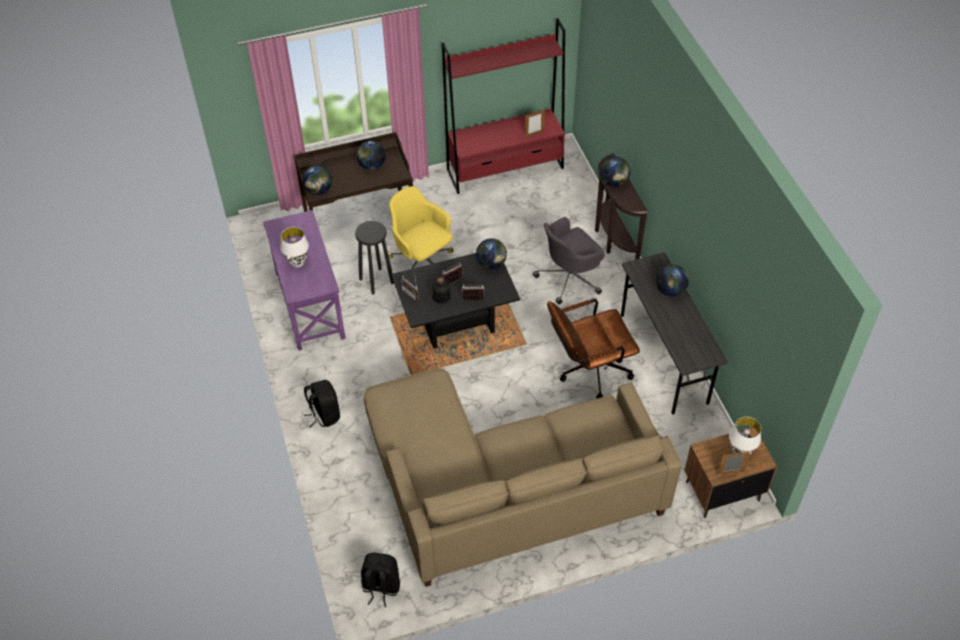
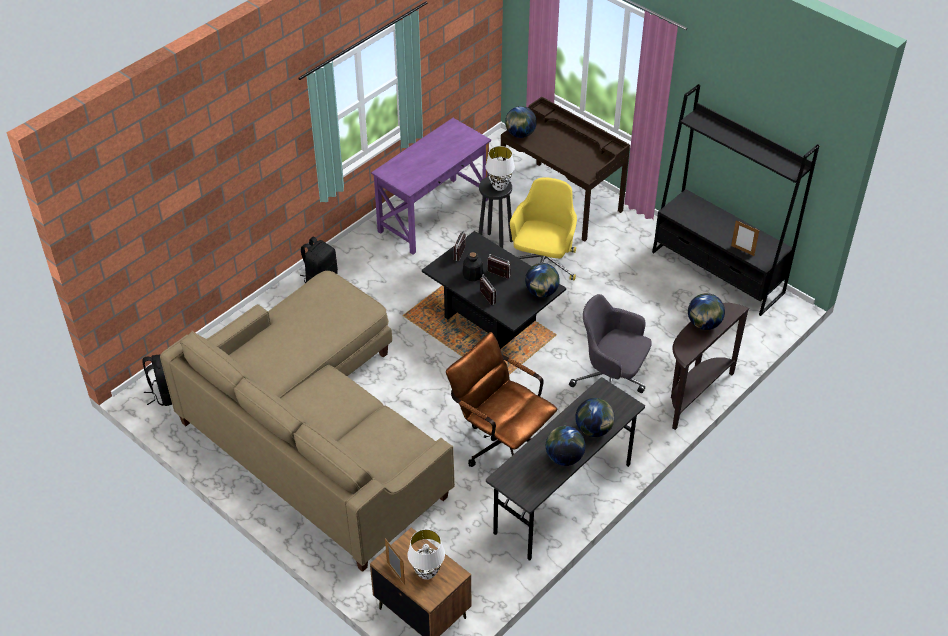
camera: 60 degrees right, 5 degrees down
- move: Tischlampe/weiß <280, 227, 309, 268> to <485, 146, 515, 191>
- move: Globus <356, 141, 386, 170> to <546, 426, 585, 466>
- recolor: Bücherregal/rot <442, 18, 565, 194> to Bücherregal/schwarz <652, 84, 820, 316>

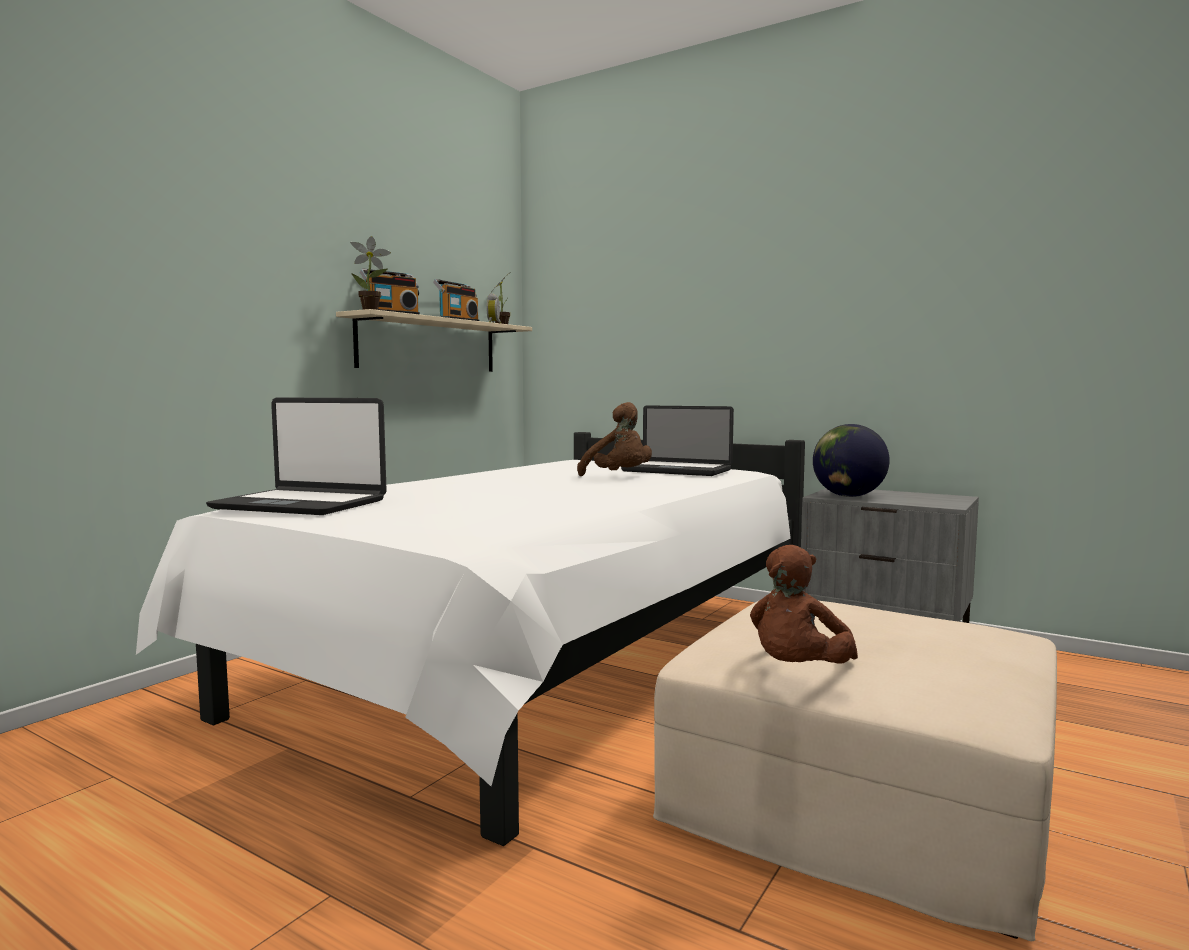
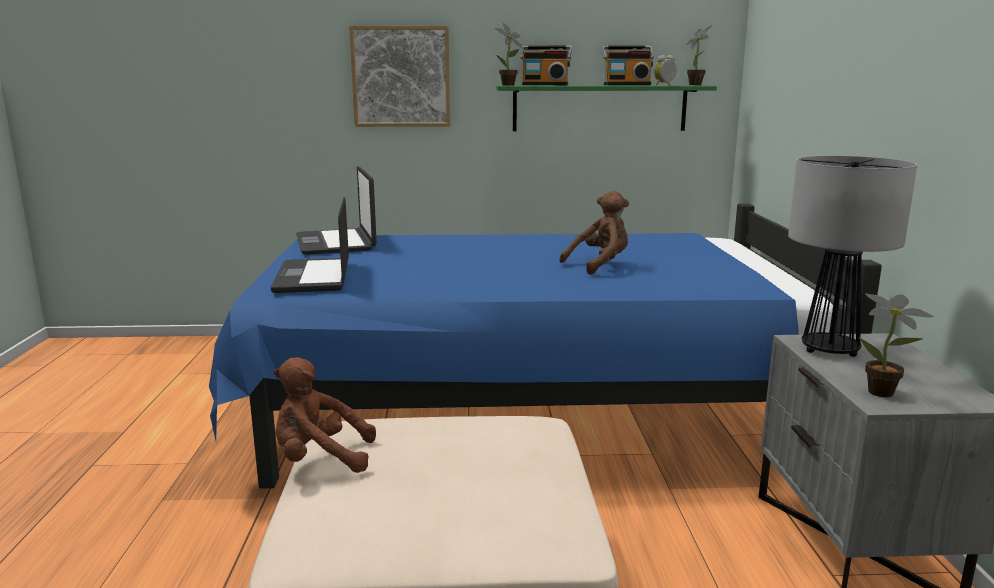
camera: 55 degrees right, 10 degrees up
- recolor: Bett/weiß <136, 432, 805, 846> to Bett/blau <209, 204, 882, 489>
- move: Laptop <621, 405, 734, 476> to <271, 197, 349, 293>
- insert: Bild <349, 25, 450, 127>
- recolor: Wandregal/beige <336, 309, 532, 372> to Wandregal/grün <496, 85, 717, 131>
- rotate: Plüschtier/braun <577, 402, 652, 476> = <559, 191, 629, 275> 135 degrees counterclockwise
- replace: Globus <813, 424, 890, 497> to Tischlampe <788, 156, 918, 357>
- insert: Topfpflanze <859, 294, 934, 397>

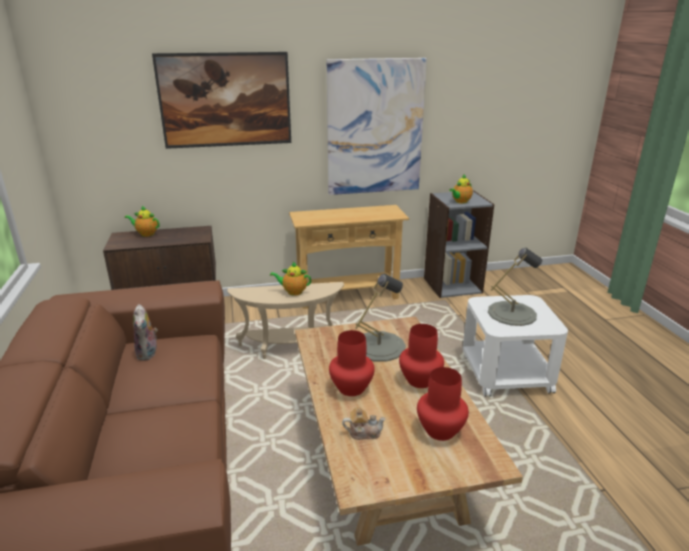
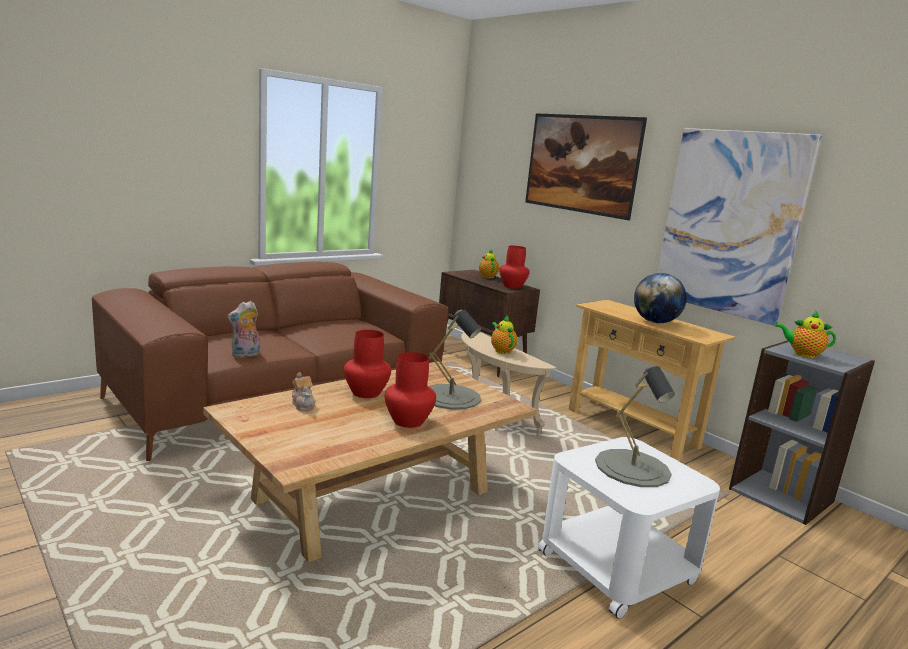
camera: 60 degrees right, 10 degrees down
- move: Plüschtier <133, 304, 158, 361> to <227, 301, 260, 358>
- move: Vase/rot <417, 367, 469, 441> to <499, 246, 529, 289>
- insert: Globus <634, 273, 687, 323>

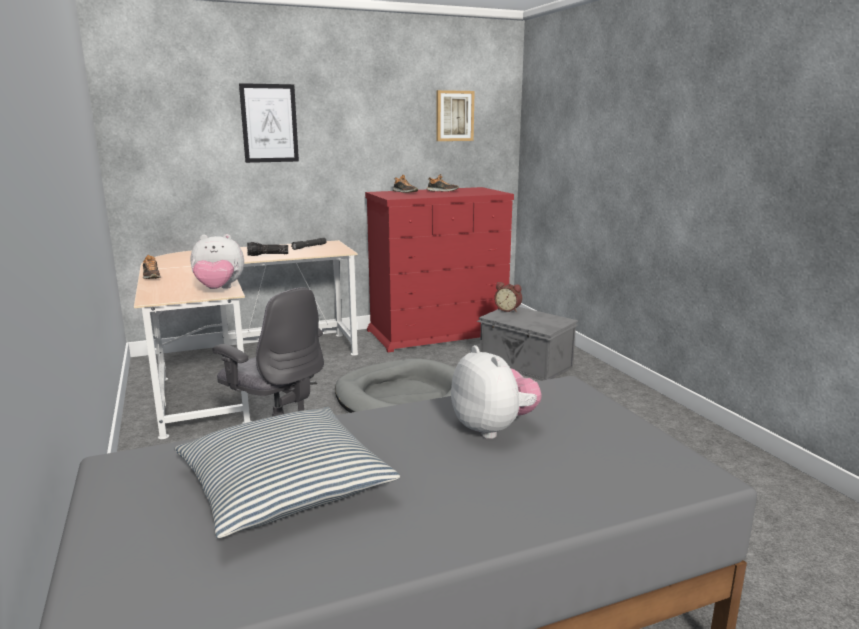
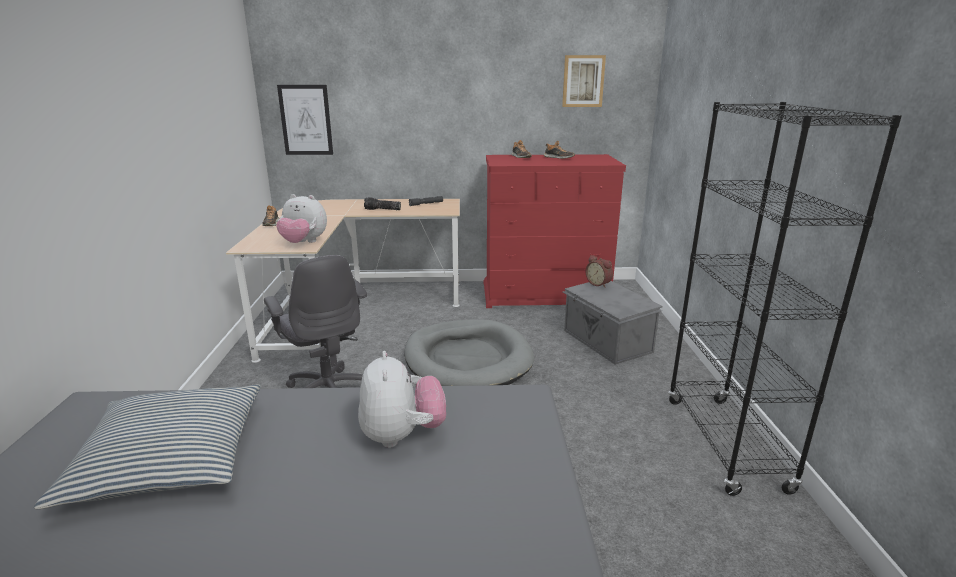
camera: 20 degrees right, 5 degrees up
- move: Bild <239, 83, 299, 163> to <277, 85, 333, 155>
- insert: Bücherregal/schwarz <668, 102, 902, 496>

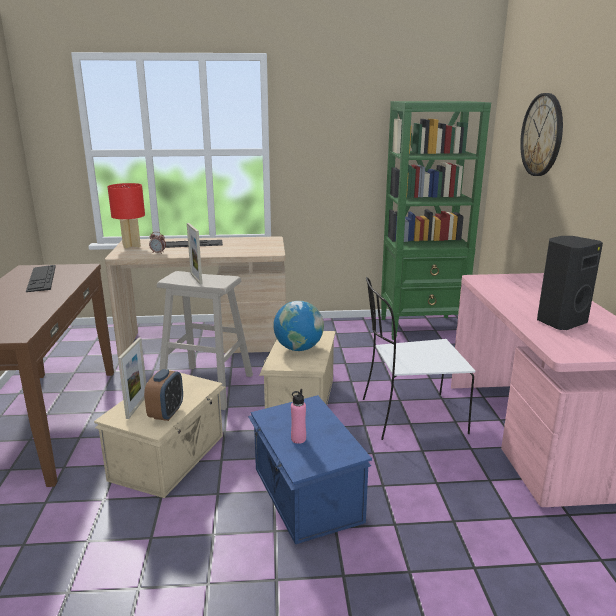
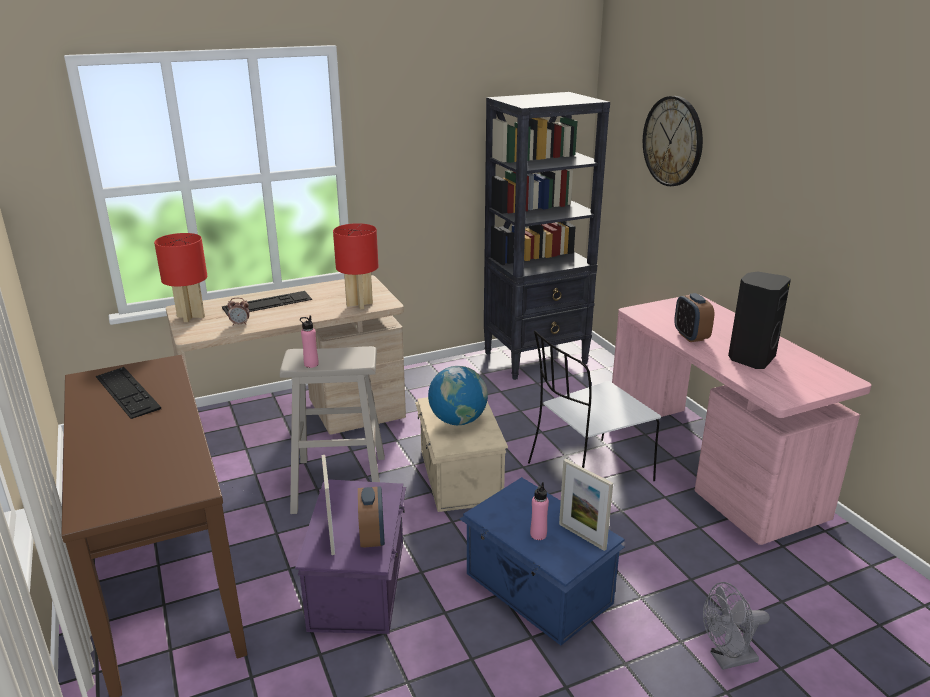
camera: 20 degrees left, 5 degrees up
- recolor: Aufbewahrungsbox/beige <94, 369, 225, 498> to Aufbewahrungsbox/lila <295, 479, 406, 634>
- insert: Flasche/rosa <300, 315, 318, 368>
- insert: Tischlampe/rot <333, 223, 378, 310>
- recolor: Bücherregal/grün <381, 101, 491, 340> to Bücherregal/schwarz <484, 92, 610, 380>
- move: Bilderrahmen <187, 223, 202, 284> to <559, 459, 613, 551>
- insert: Wecker <674, 293, 714, 342>
- insert: Ventilator/grau <703, 582, 770, 670>

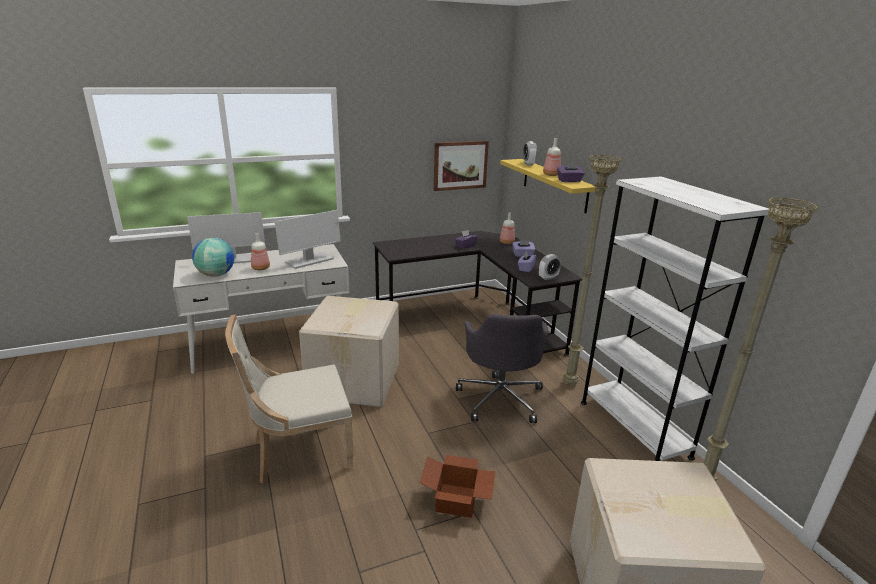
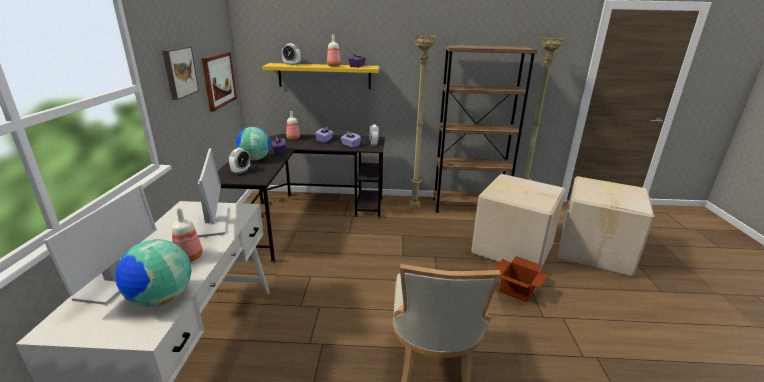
camera: 65 degrees left, 0 degrees up
- insert: Bild <162, 46, 199, 100>
- insert: Wecker <229, 148, 250, 174>
- insert: Globus <236, 127, 271, 160>
- recolor: Bücherregal/weiß <581, 176, 769, 461> to Bücherregal/braun <433, 45, 537, 213>
- move: Karton <299, 296, 399, 407> to <471, 174, 566, 272>
- delete: Bürostuhl/grau <456, 314, 549, 423>

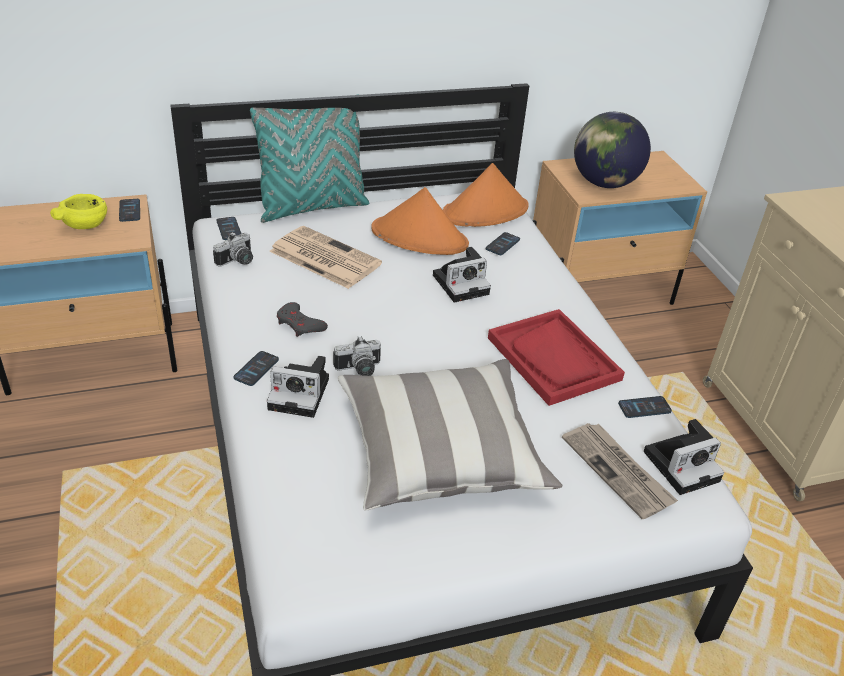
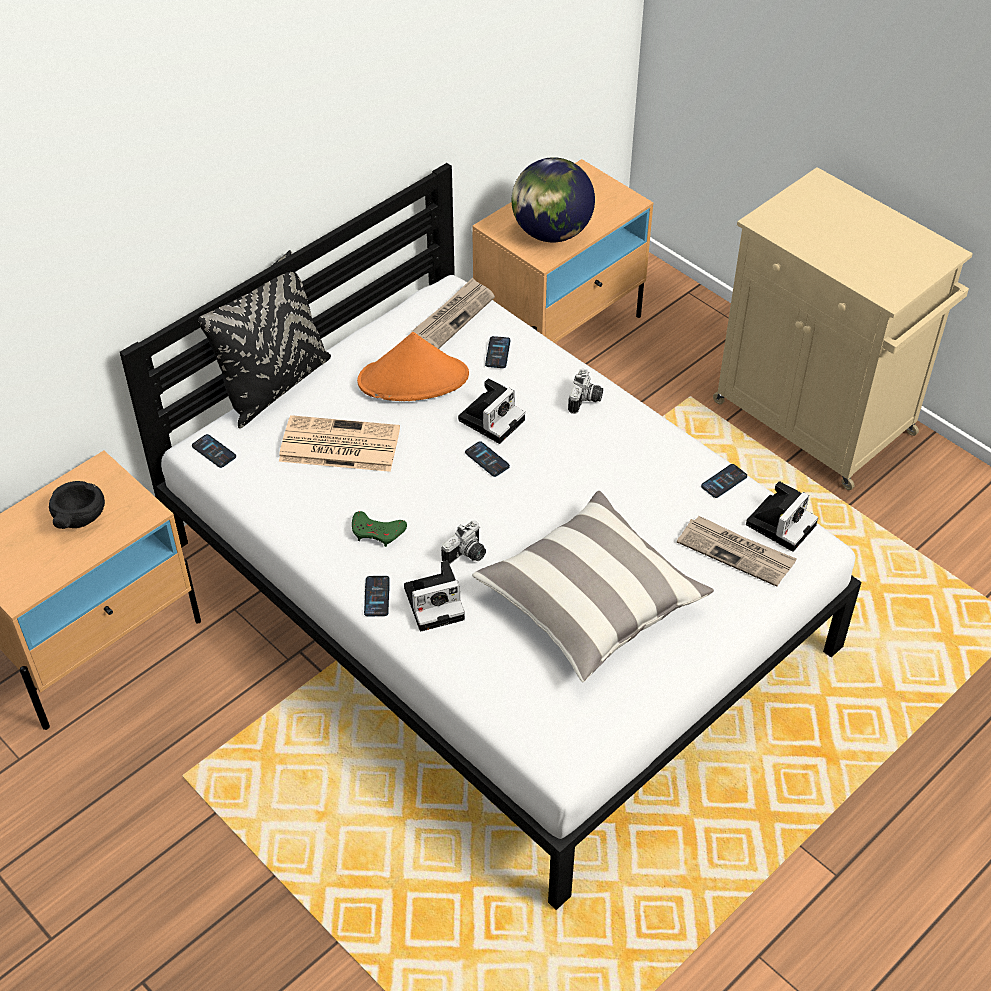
camera: 25 degrees left, 10 degrees up
- recolor: Schüssel/gelb <50, 194, 107, 229> to Schüssel/schwarz <49, 481, 105, 529>
- recolor: Kissen/türkis <250, 94, 369, 223> to Kissen/schwarz <198, 250, 331, 428>
- recolor: Gamepad/grau <277, 302, 328, 337> to Gamepad/grün <352, 511, 407, 547>
- replace: Hut/orange <443, 163, 529, 227> to Zeitung <412, 278, 495, 349>
- move: Handy <119, 199, 140, 222> to <465, 442, 510, 477>
- move: Kamera <213, 232, 253, 267> to <568, 369, 603, 414>
- delete: Tablett/rot <488, 309, 625, 406>

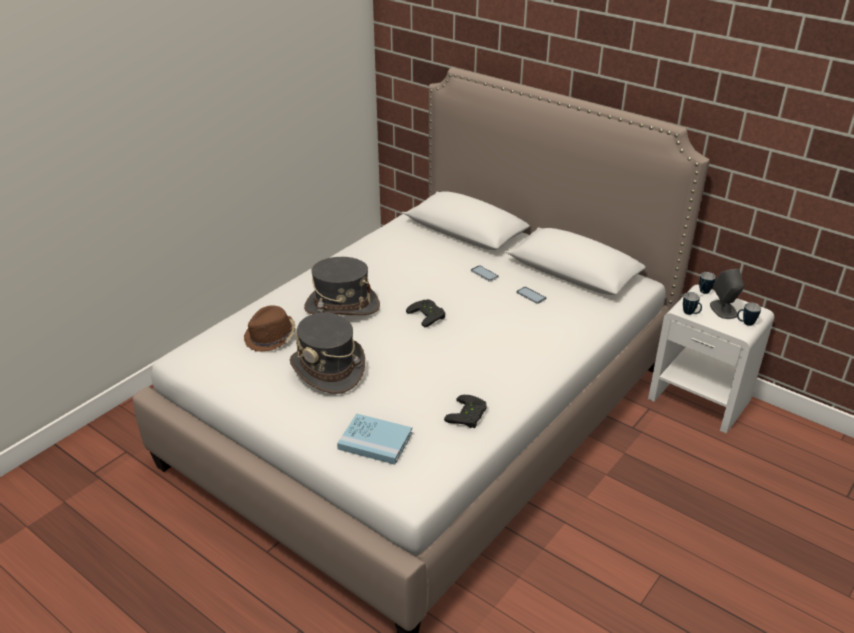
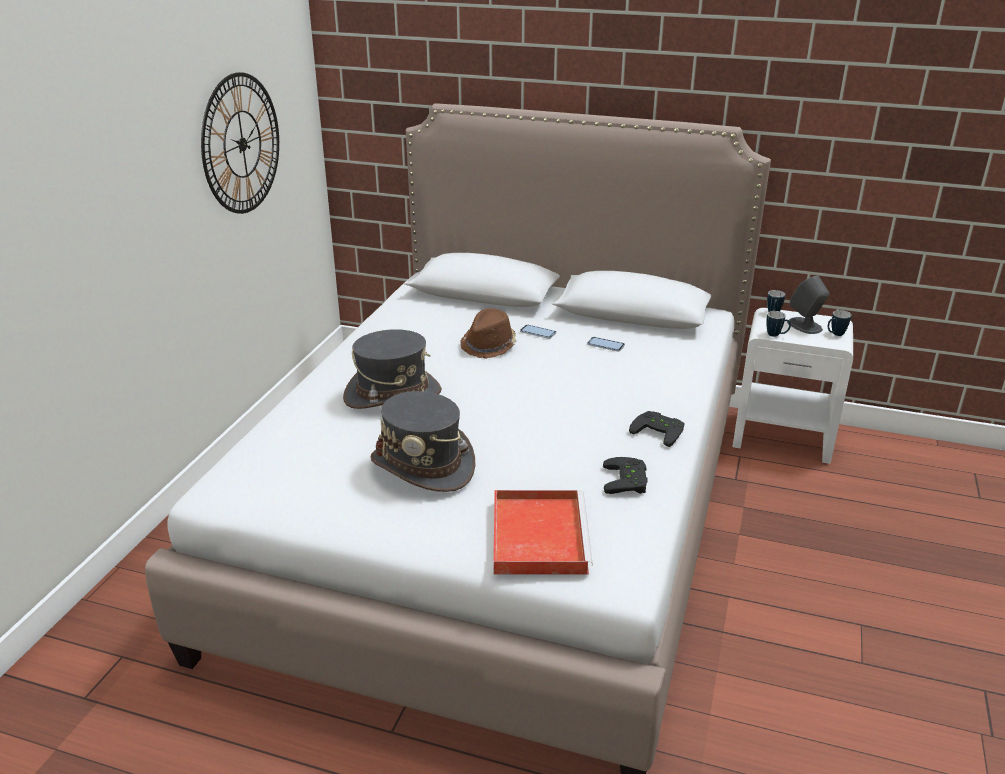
camera: 20 degrees left, 5 degrees down
- insert: Wanduhr <201, 72, 279, 214>
- move: Hut/braun <244, 305, 295, 352> to <460, 308, 517, 359>
- replace: Buch/blau <337, 413, 412, 465> to Tablett/rot <493, 490, 593, 575>
- move: Gamepad/schwarz <406, 299, 445, 327> to <629, 411, 684, 447>

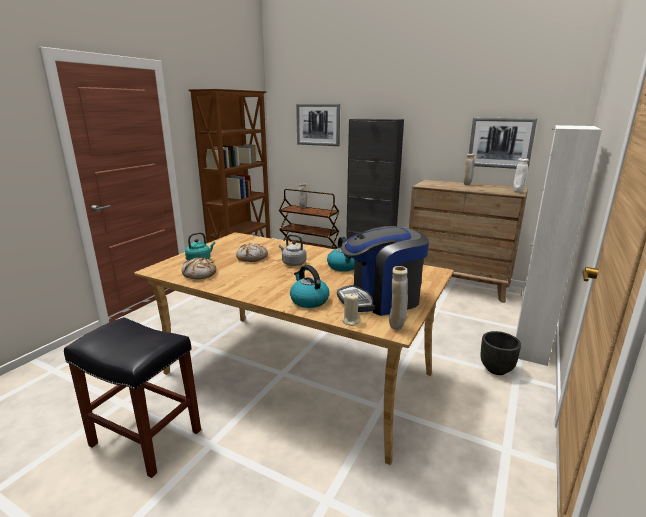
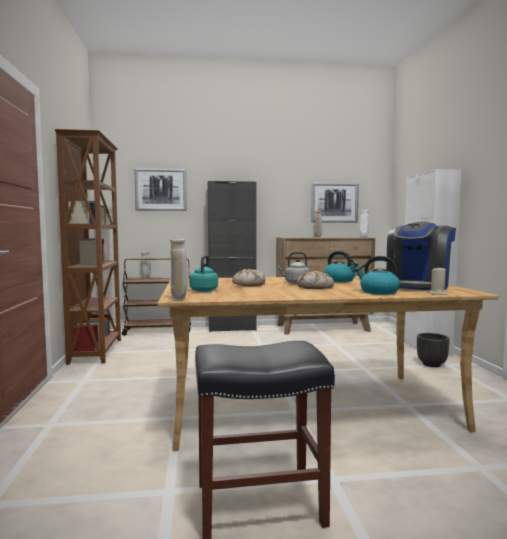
camera: 35 degrees left, 15 degrees down
- move: Vase/beige <389, 266, 408, 330> to <170, 238, 188, 300>
- move: Brot <182, 257, 216, 279> to <297, 271, 334, 289>

